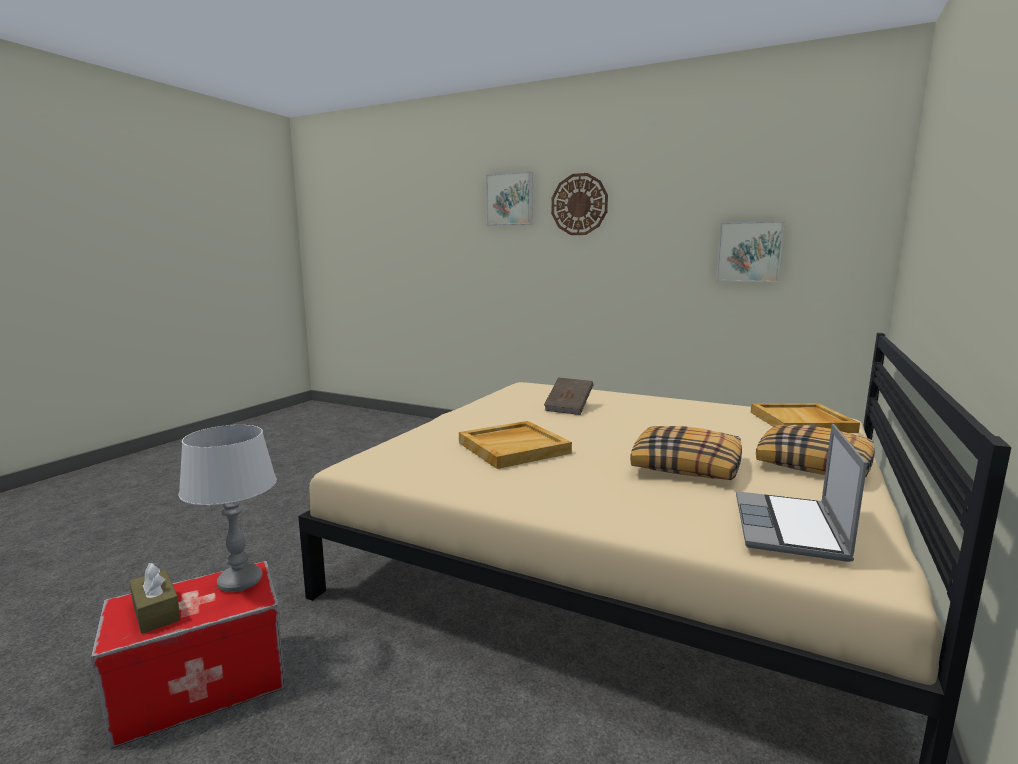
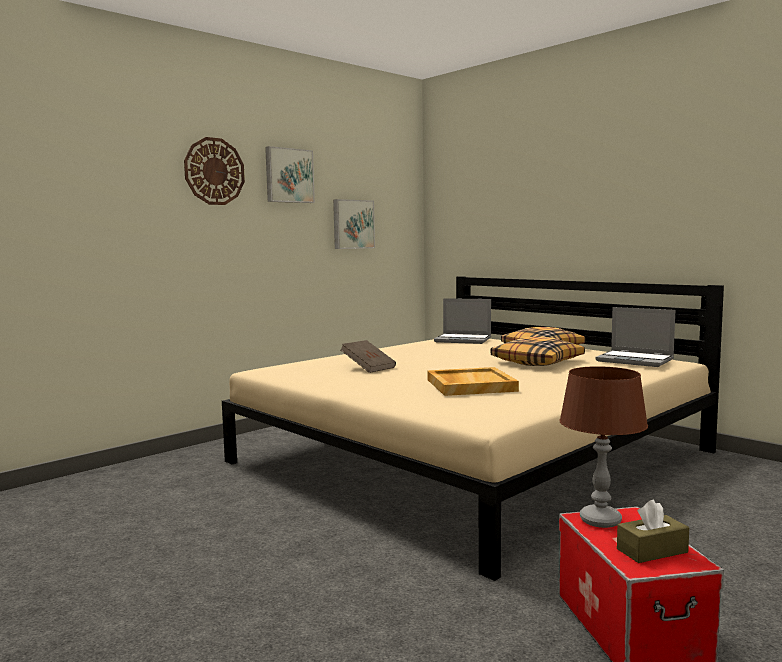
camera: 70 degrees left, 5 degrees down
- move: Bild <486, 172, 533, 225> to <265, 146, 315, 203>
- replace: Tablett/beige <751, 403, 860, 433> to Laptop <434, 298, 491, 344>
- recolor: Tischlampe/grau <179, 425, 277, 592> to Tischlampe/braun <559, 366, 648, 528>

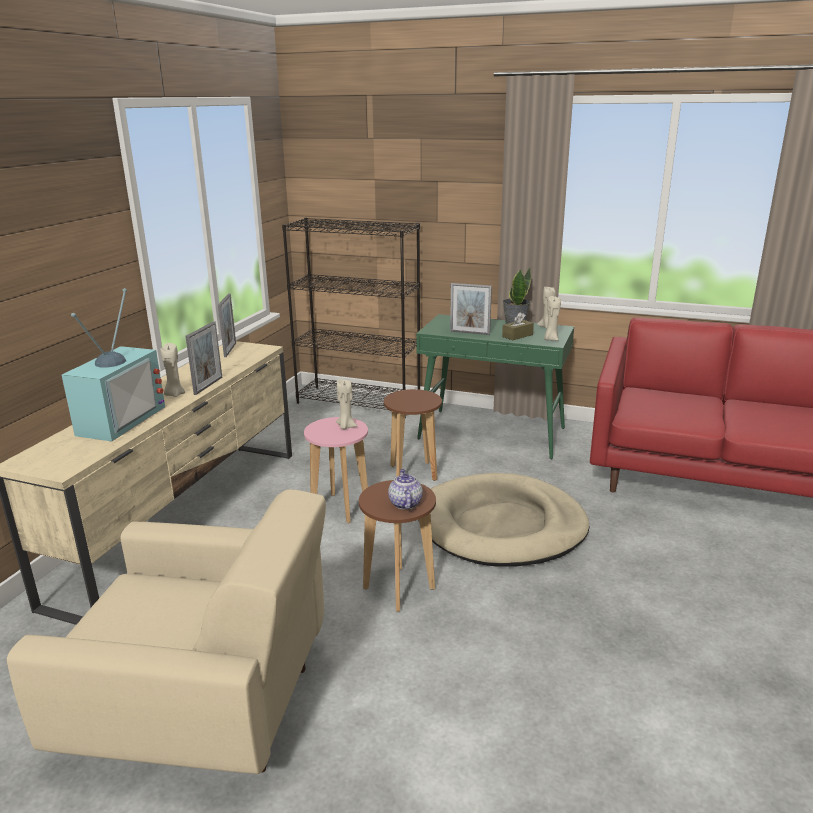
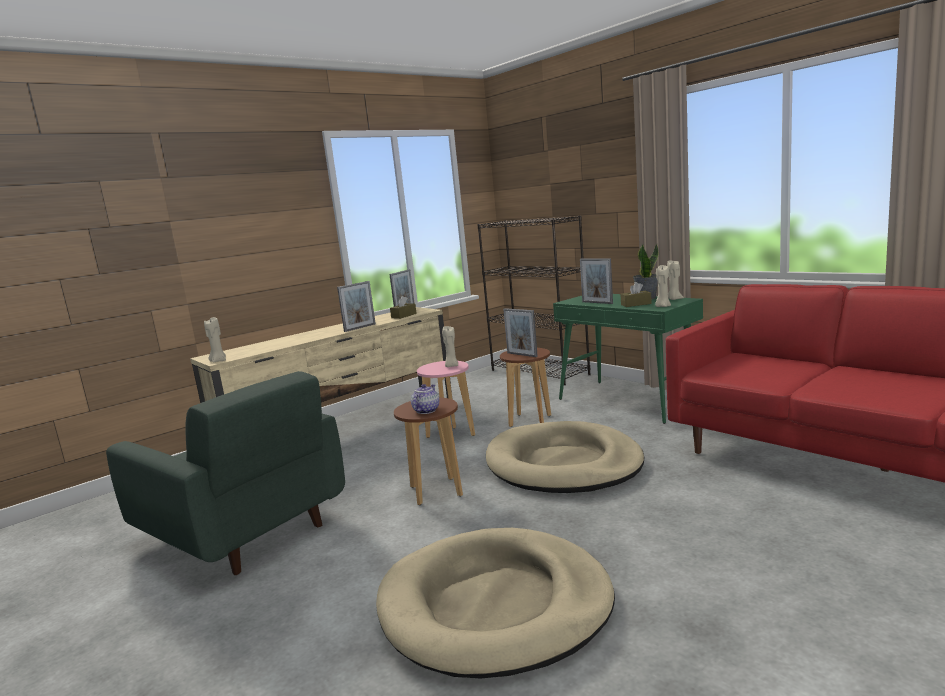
camera: 30 degrees right, 10 degrees down
- recolor: Sessel/beige <7, 489, 326, 774> to Sessel/grün <106, 371, 345, 575>
- move: Kerze/beige <160, 343, 185, 397> to <204, 317, 226, 362>
- insert: Hundebett/beige <376, 528, 615, 678>
- insert: Taschentuchbox/braun <390, 296, 417, 319>
- insert: Bilderrahmen <503, 308, 538, 357>
- delete: Fernseher <61, 288, 165, 441>

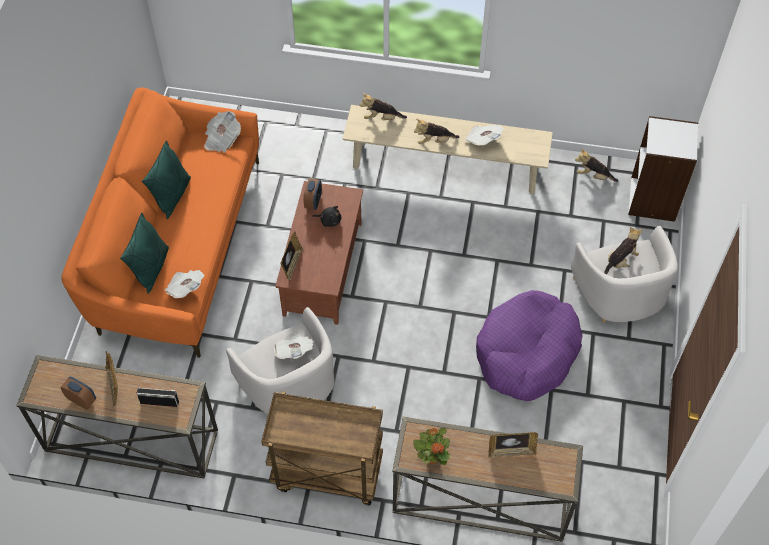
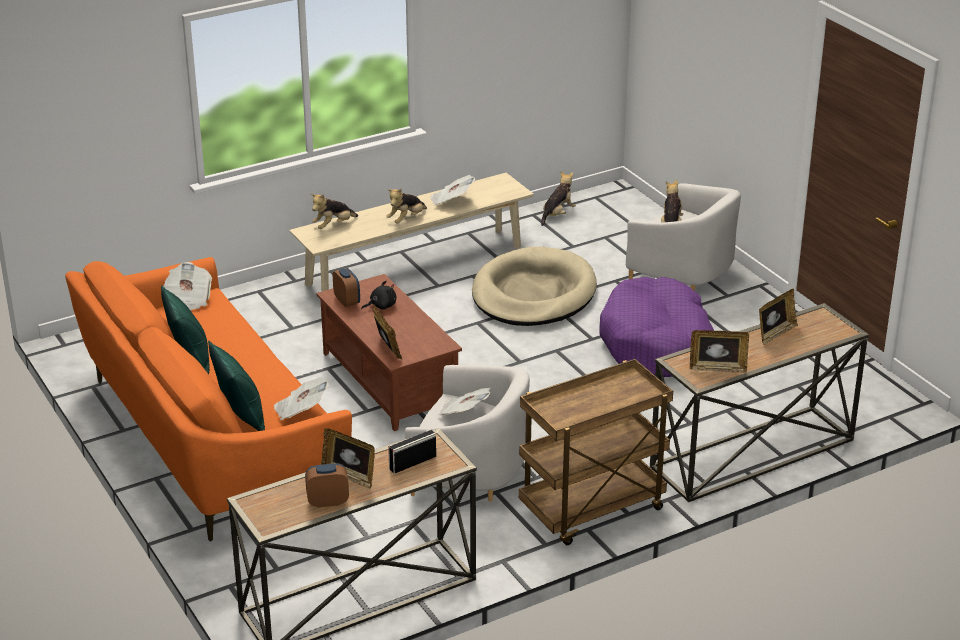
camera: 40 degrees left, 25 degrees down
- insert: Hundebett/beige <472, 247, 597, 326>
- rotate: Plüschtier <575, 149, 618, 182> = <541, 171, 576, 226> 150 degrees clockwise
- replace: Topfpflanze <413, 428, 450, 465> to Bilderrahmen <690, 330, 749, 373>
- delete: Bücherregal/weiß <628, 116, 698, 222>

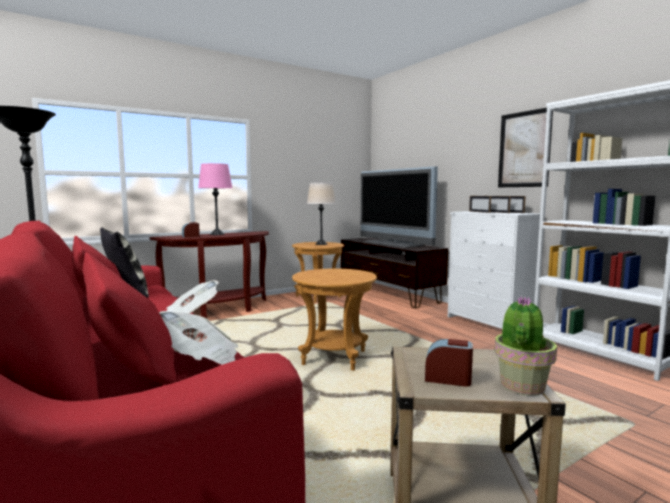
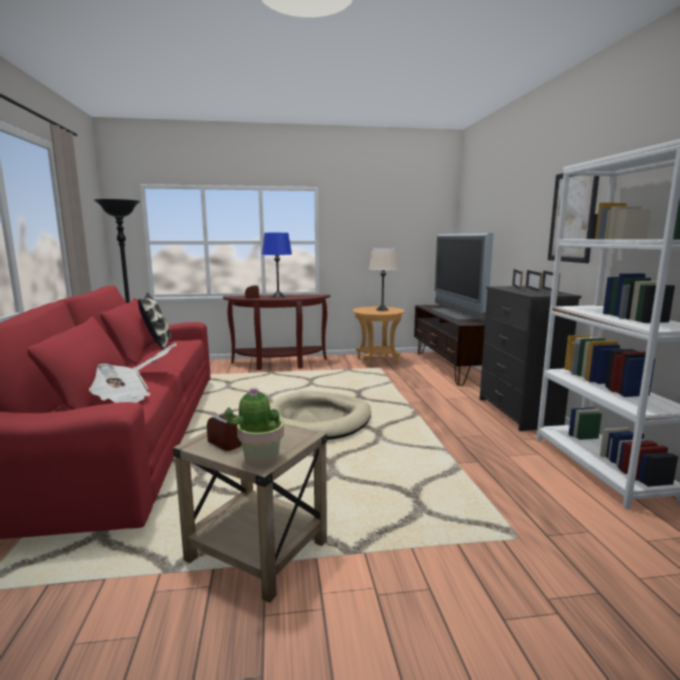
camera: 25 degrees right, 5 degrees up
- recolor: Tischlampe/rosa <198, 163, 232, 235> to Tischlampe/blau <262, 233, 292, 297>
- replace: Beistelltisch/braun <292, 269, 377, 370> to Hundebett/beige <270, 391, 371, 440>
- recolor: Kommode/weiß <448, 211, 540, 329> to Kommode/schwarz <480, 286, 581, 431>

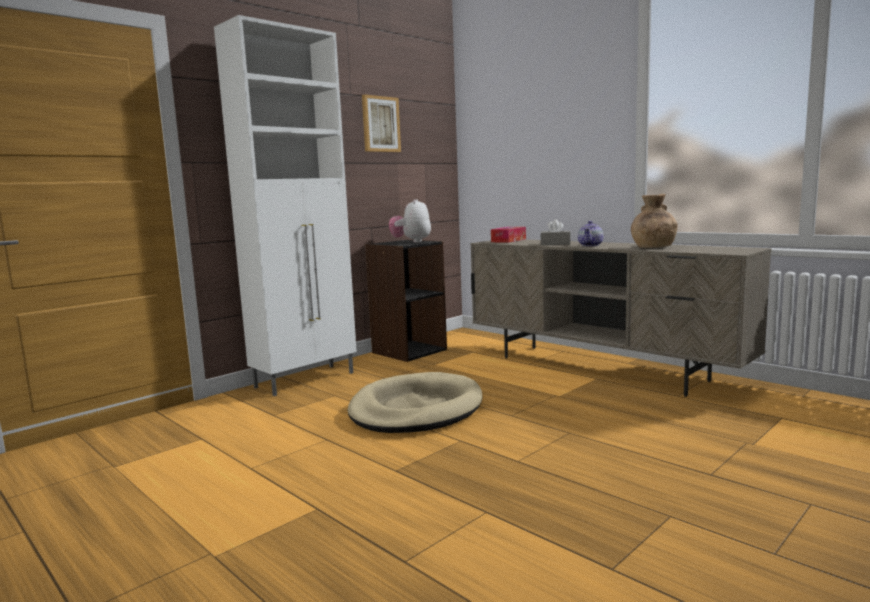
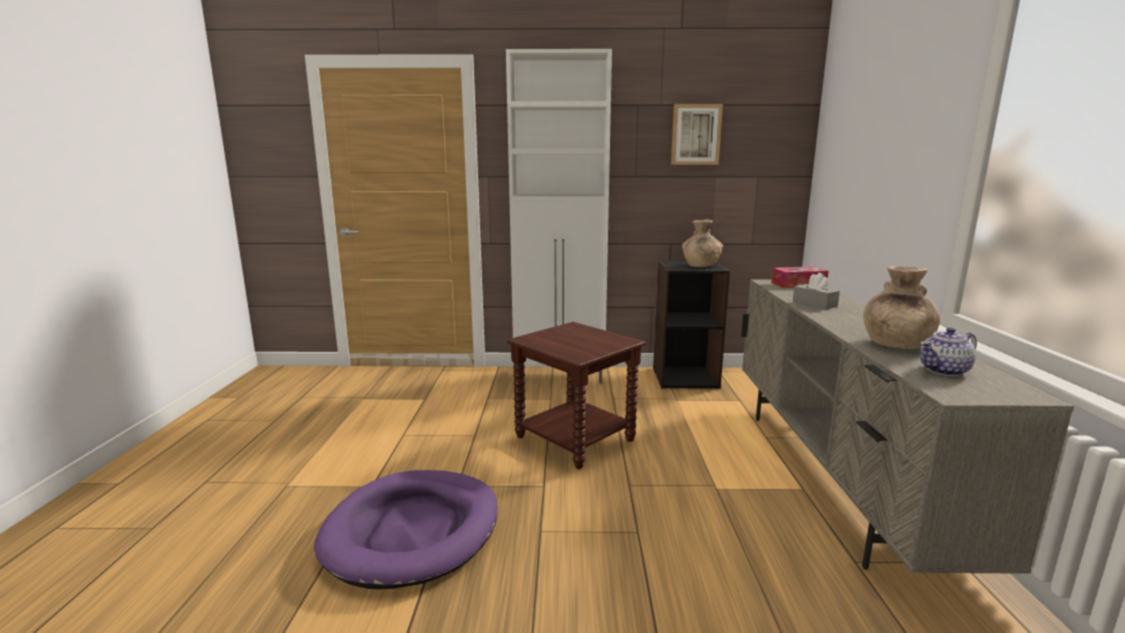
camera: 45 degrees right, 5 degrees up
- insert: Hundebett/lila <314, 470, 497, 589>
- replace: Hundebett/beige <348, 372, 482, 433> to Beistelltisch/braun <507, 322, 645, 469>
- replace: Plüschtier <389, 199, 431, 243> to Vase/braun <682, 220, 723, 267>
- move: Teekanne <578, 221, 603, 246> to <920, 327, 977, 376>

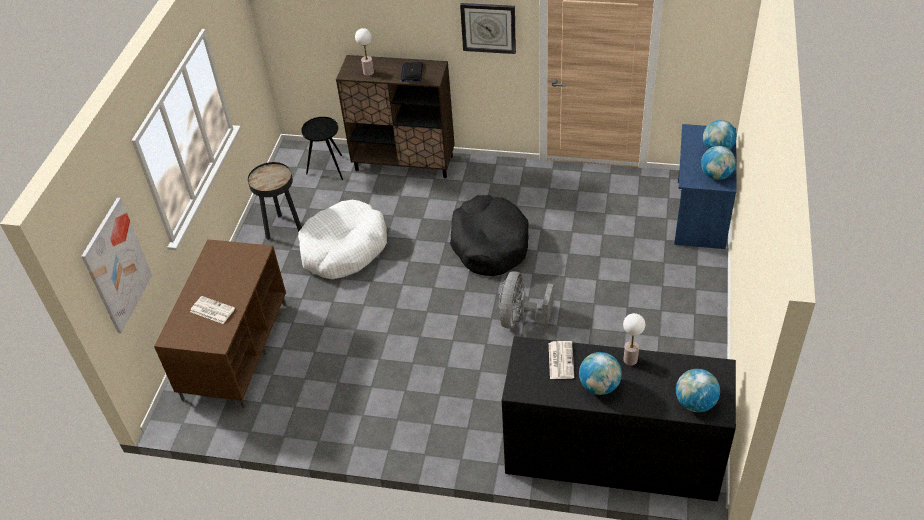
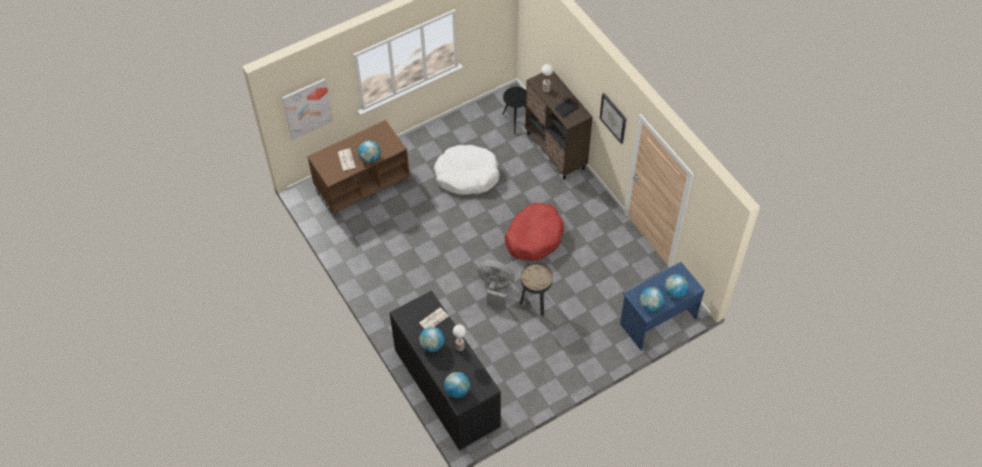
camera: 45 degrees right, 10 degrees up
- insert: Globus <358, 140, 381, 163>
- rotate: Ventilator/grau <499, 271, 553, 328> = <478, 260, 515, 307> 45 degrees clockwise
- recolor: Hundebett/schwarz <450, 195, 529, 276> to Hundebett/rot <505, 203, 564, 261>
- move: Beistelltisch/schwarz <248, 162, 302, 240> to <520, 263, 553, 316>

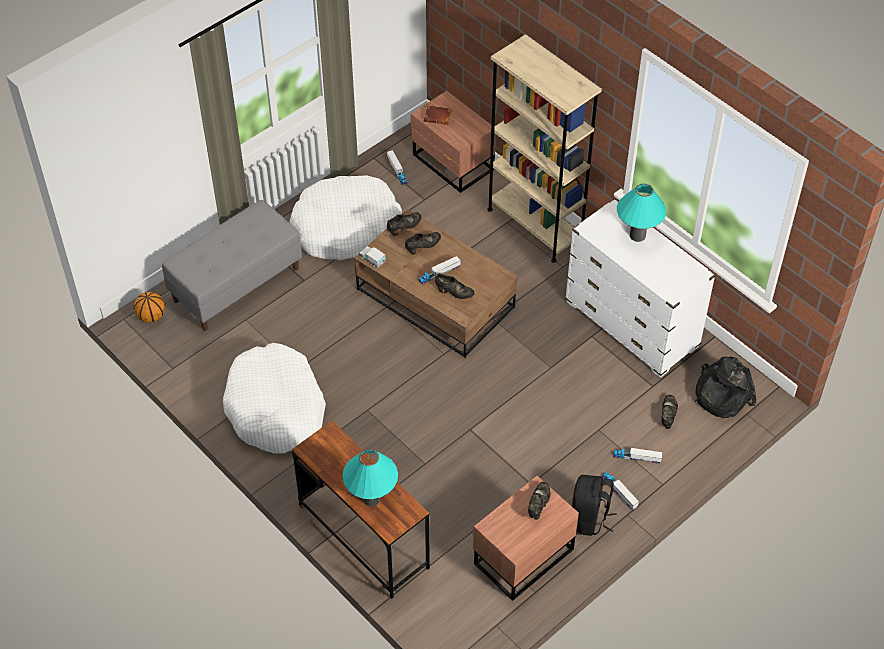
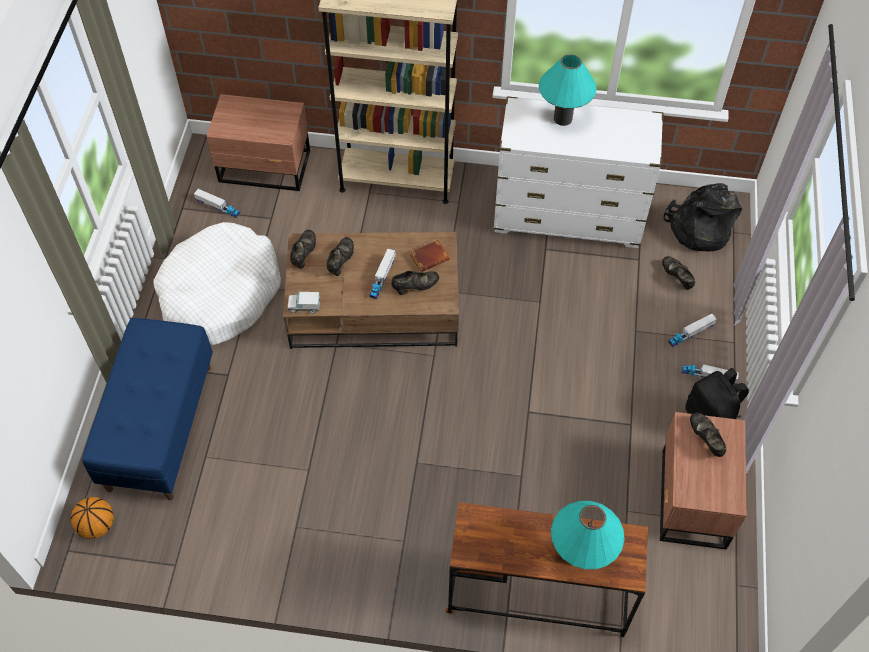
camera: 40 degrees left, 5 degrees up
- recolor: Bank/grau <162, 200, 302, 331> to Bank/blau <82, 318, 213, 500>
- move: Buch/braun <424, 105, 452, 125> to <410, 239, 449, 272>
- delete: Hundebett/weiß <223, 343, 326, 454>

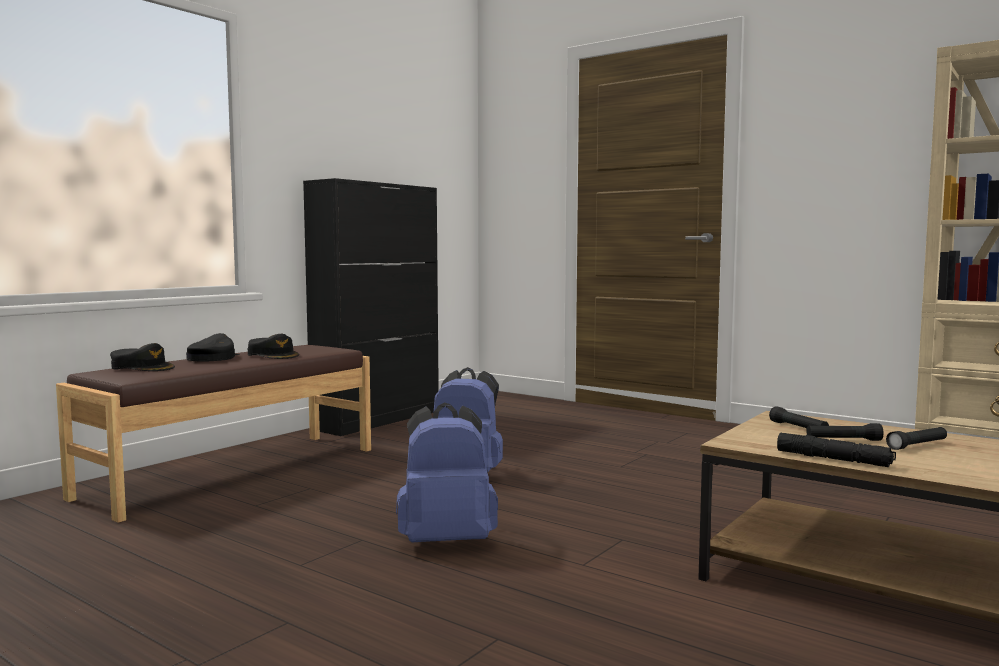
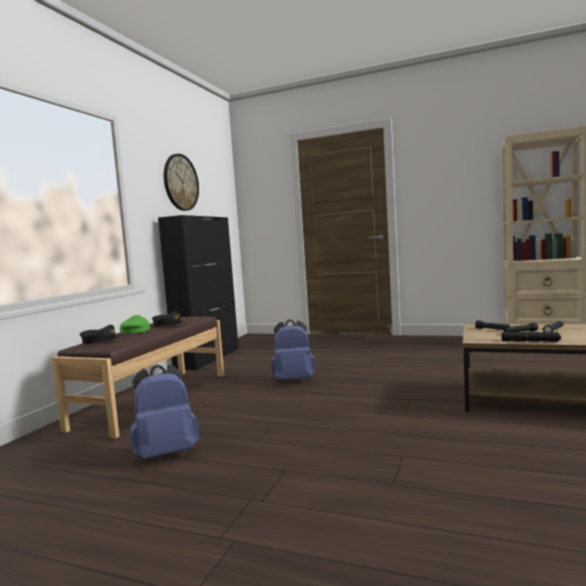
camera: 15 degrees left, 0 degrees up
- recolor: Kappe/schwarz <186, 333, 240, 361> to Kappe/grün <120, 315, 150, 334>
- move: Rucksack/blau <396, 402, 498, 542> to <130, 364, 199, 459>
- insert: Wanduhr <164, 154, 199, 211>

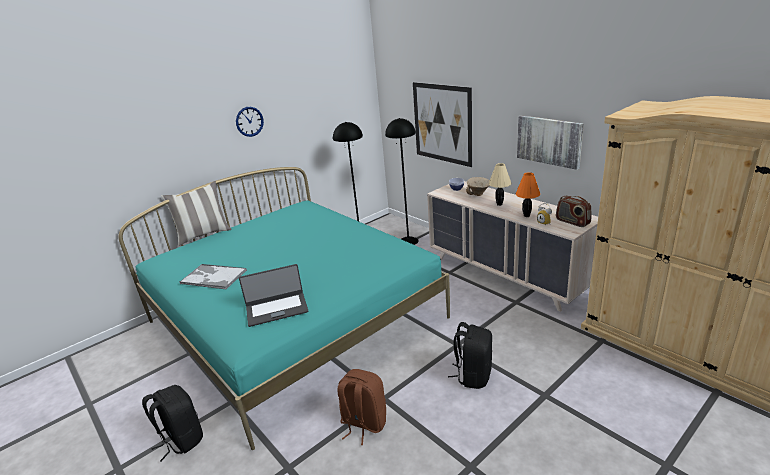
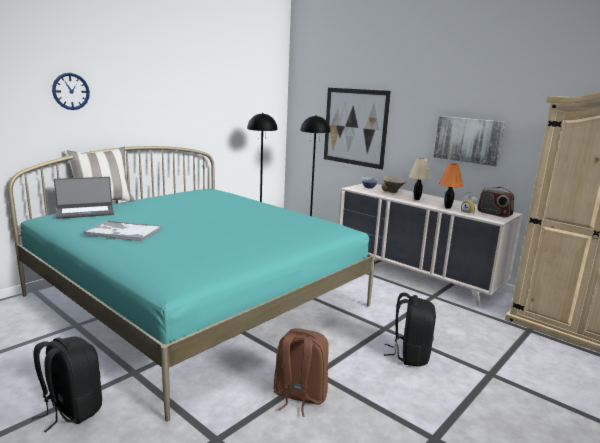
camera: 10 degrees left, 10 degrees down
- move: Wanduhr <236, 107, 264, 137> to <52, 73, 90, 110>
- move: Laptop <239, 264, 308, 327> to <54, 177, 114, 219>

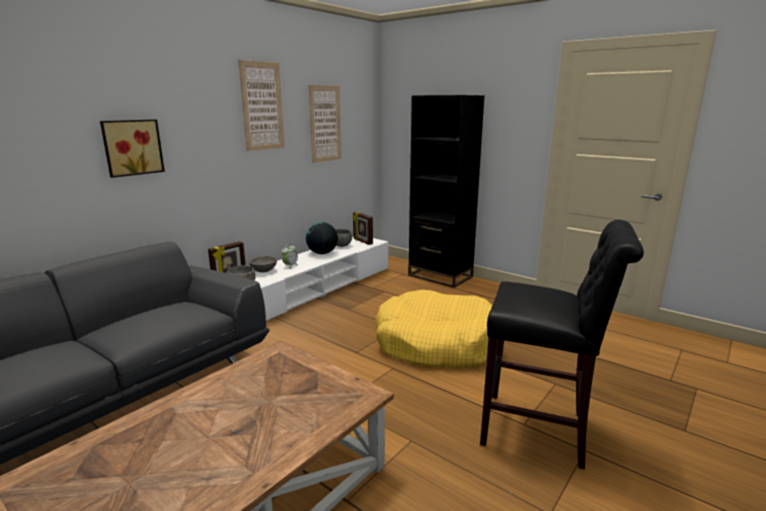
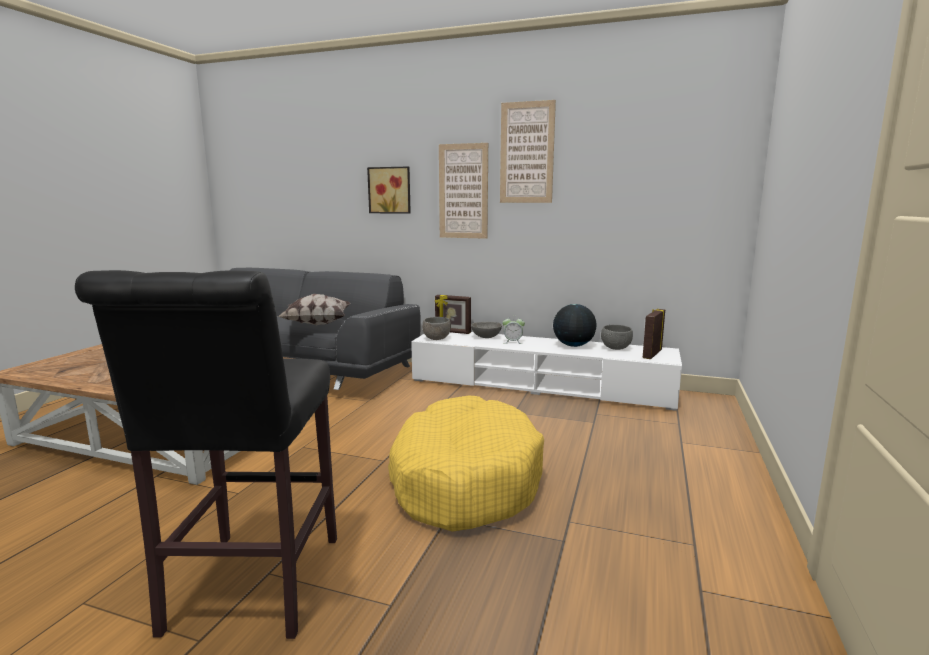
camera: 70 degrees right, 5 degrees down
- insert: Kissen <277, 294, 350, 325>
- move: Bild <309, 85, 341, 163> to <439, 143, 488, 239>
- delete: Bücherregal/schwarz <408, 95, 485, 288>

